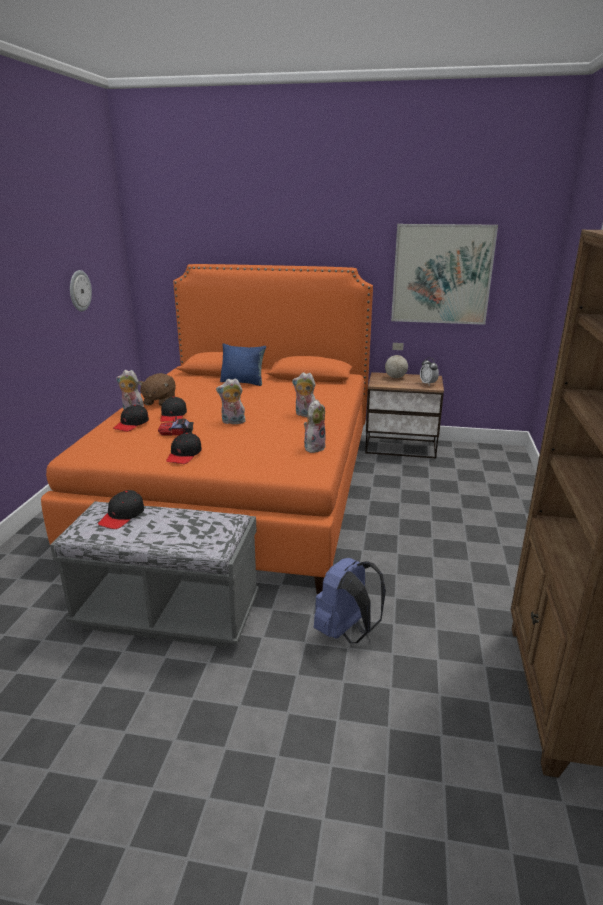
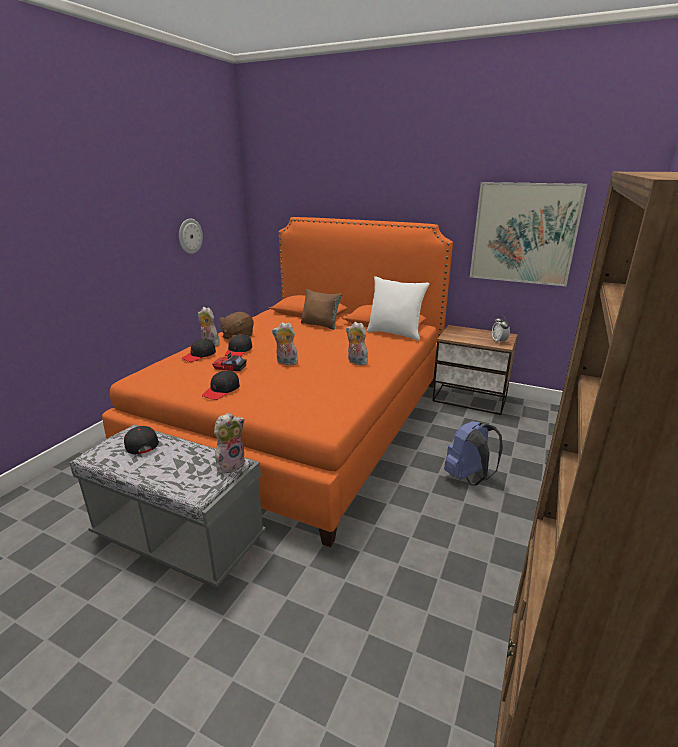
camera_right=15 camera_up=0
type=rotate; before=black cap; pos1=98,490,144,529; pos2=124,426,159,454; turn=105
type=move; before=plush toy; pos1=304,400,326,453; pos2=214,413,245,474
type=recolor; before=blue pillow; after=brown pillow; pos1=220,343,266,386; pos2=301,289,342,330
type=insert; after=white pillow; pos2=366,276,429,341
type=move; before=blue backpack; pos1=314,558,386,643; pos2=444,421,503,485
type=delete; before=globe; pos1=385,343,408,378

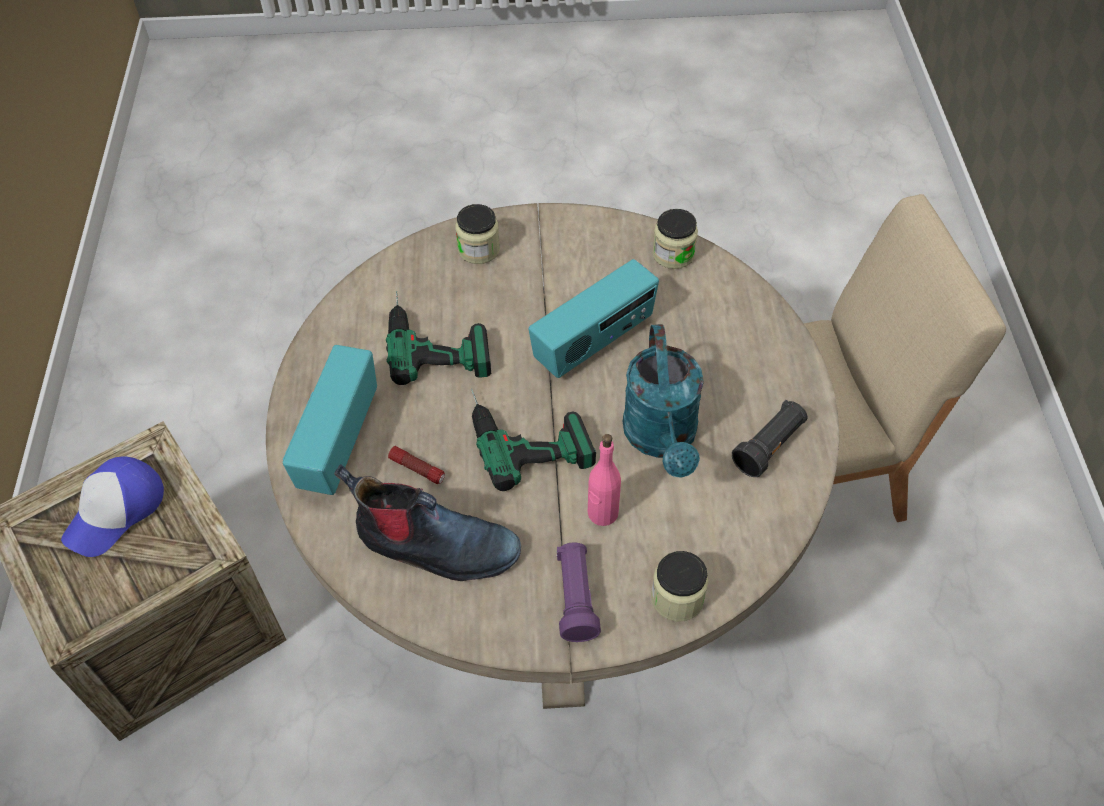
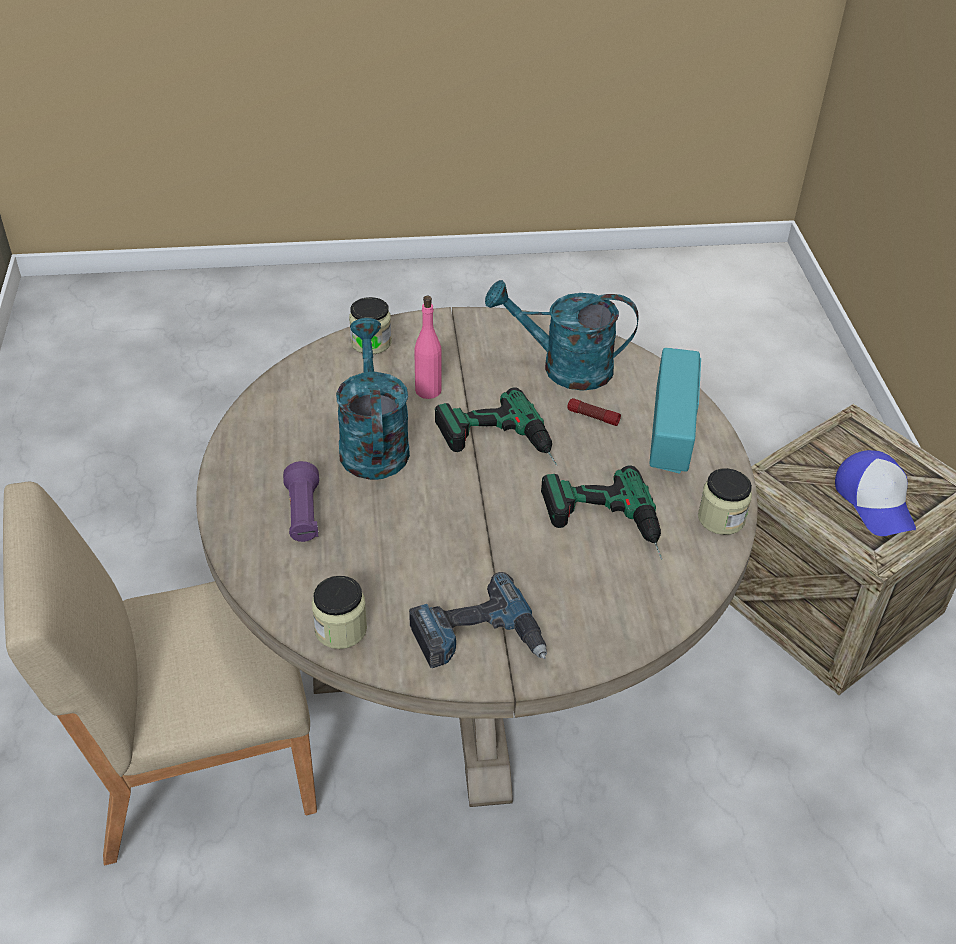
camera_right=175 camera_up=-10
type=move; before=purple flashlight; pos1=556,542,601,642; pos2=283,461,319,542
type=insert; after=power drill; pos2=409,572,547,668
type=replace; before=boot; after=turquoise watering can; pos1=334,464,521,581; pos2=485,280,639,391
type=move; before=jar; pos1=455,204,500,264; pos2=698,468,752,535
type=rotate; before=cap; pos1=61,456,164,557; pos2=835,450,916,536; turn=135
type=delete; before=radio; pos1=529,259,659,378
type=delete; before=black flashlight; pos1=732,400,808,477

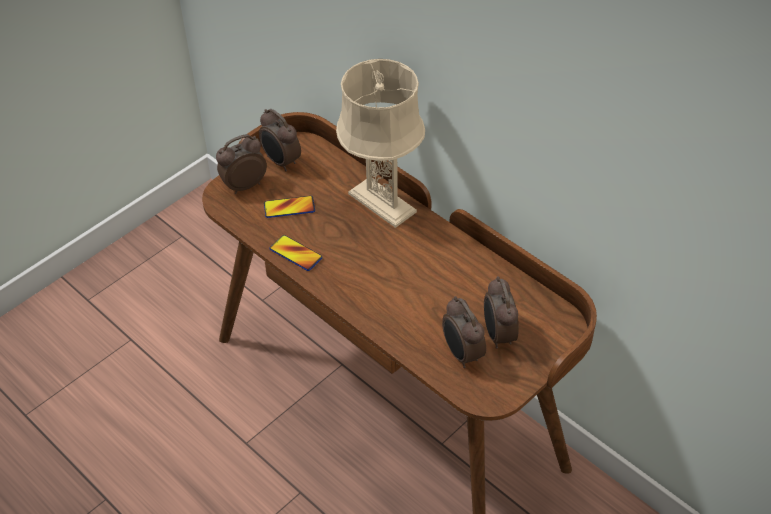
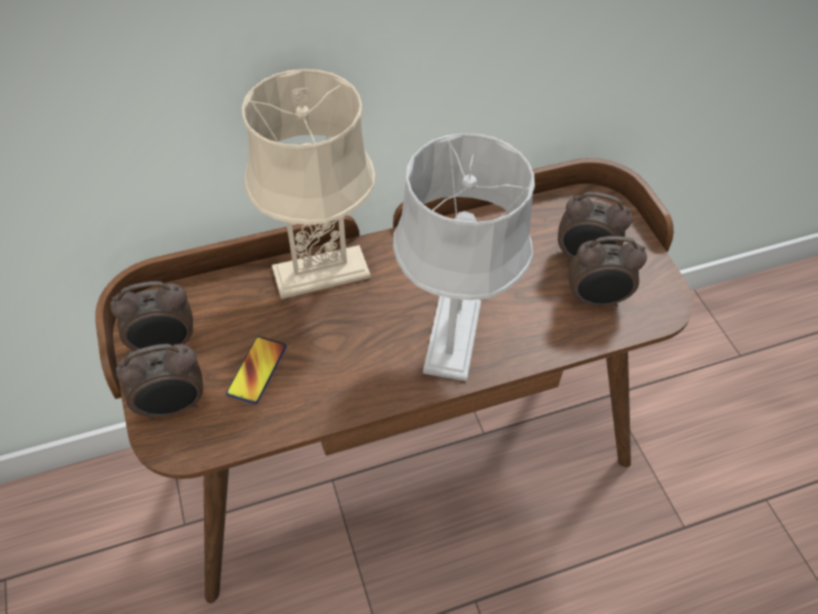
camera_right=-65 camera_up=5
type=rotate; before=alarm clock; pos1=216,134,267,194; pos2=116,344,203,420; turn=-105
type=insert; after=grey table lamp; pos2=393,133,535,381
type=delete; before=phone; pos1=270,235,323,271

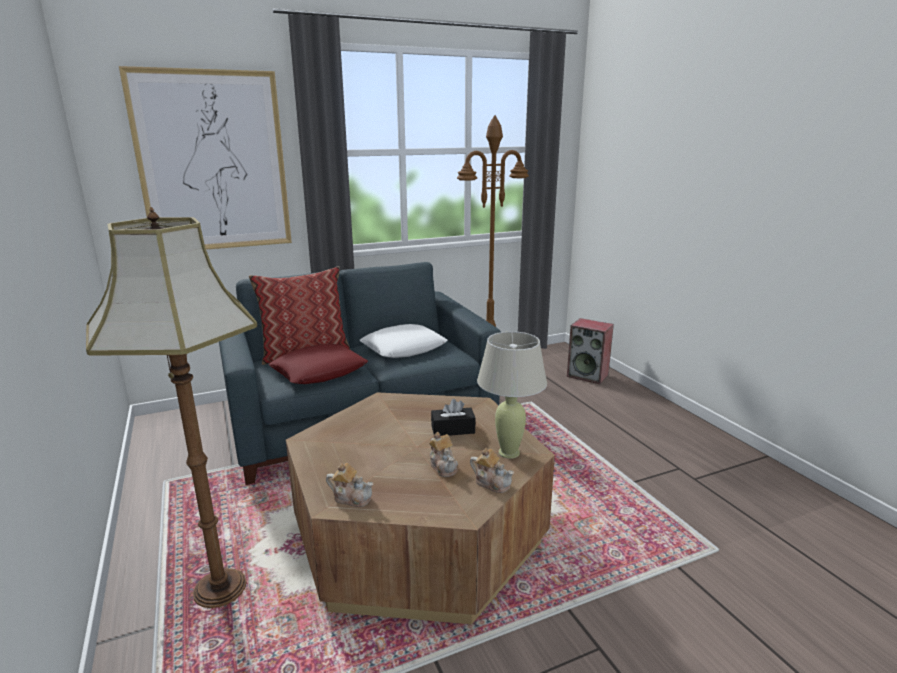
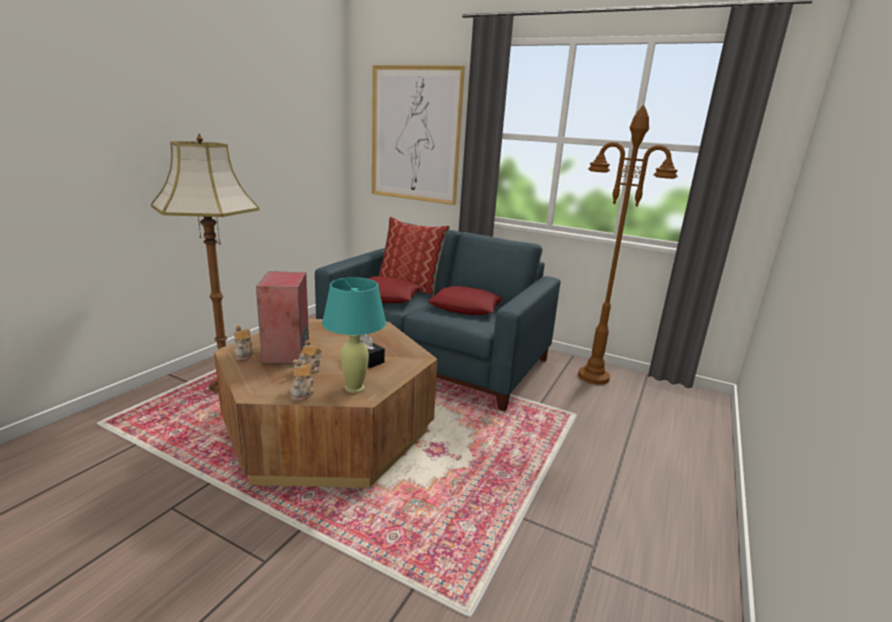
camera_right=50 camera_up=0
type=move; before=speaker; pos1=567,318,614,384; pos2=256,271,309,364
type=recolor; before=beige table lamp; after=turquoise table lamp; pos1=477,332,547,459; pos2=322,277,386,393
type=recolor; before=white pillow; after=red pillow; pos1=359,324,448,358; pos2=428,286,503,315

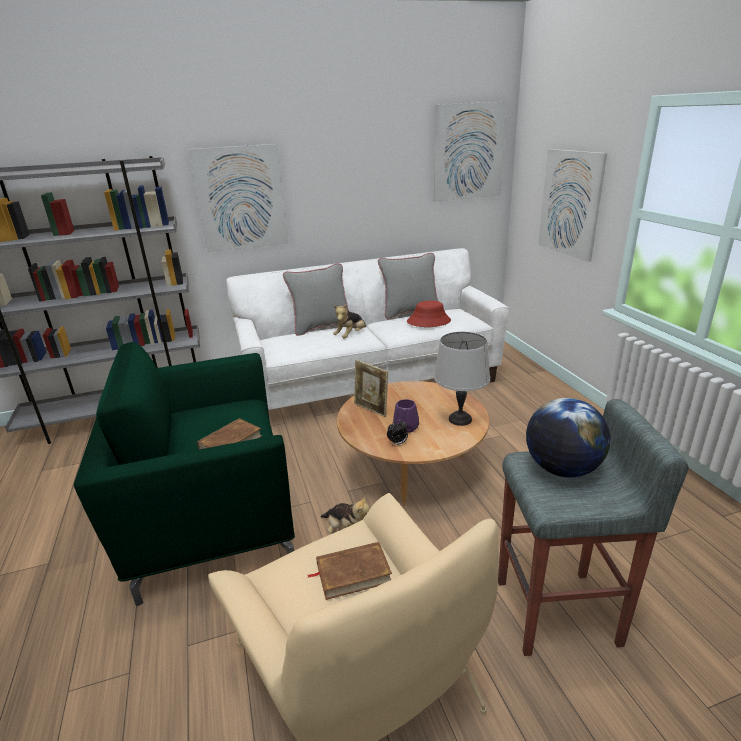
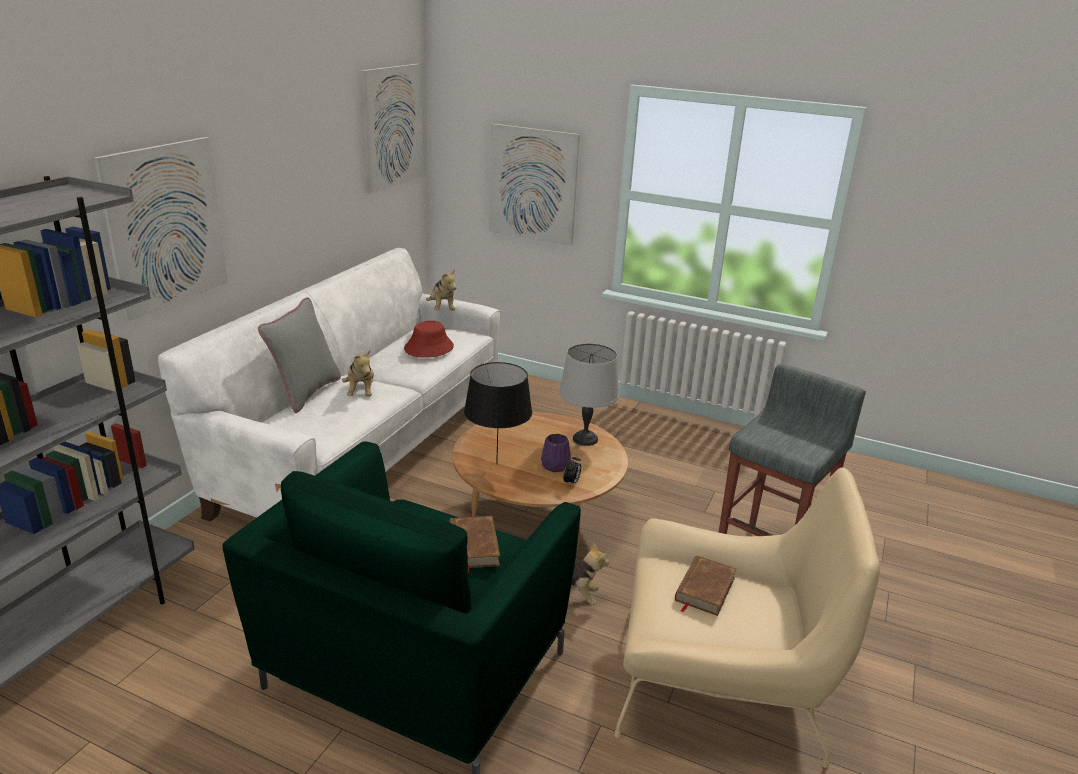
camera_right=-50 camera_up=0
type=insert; after=plush toy; pos2=426,269,456,311
type=replace; before=picture frame; after=black table lamp; pos1=354,360,388,417; pos2=464,362,532,465
type=delete; before=grey pillow; pos1=378,253,438,319
type=delete; before=globe; pos1=526,398,610,477

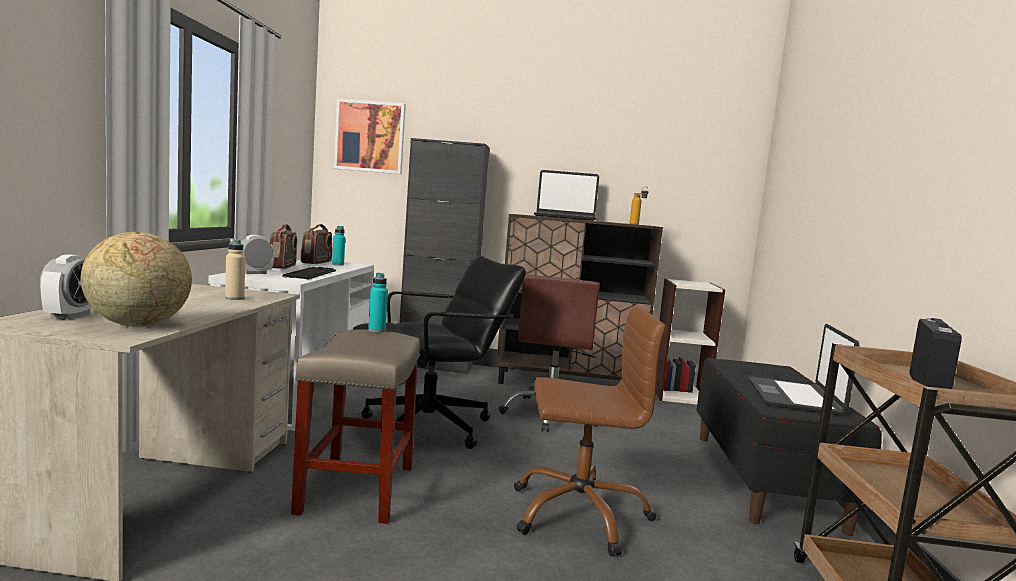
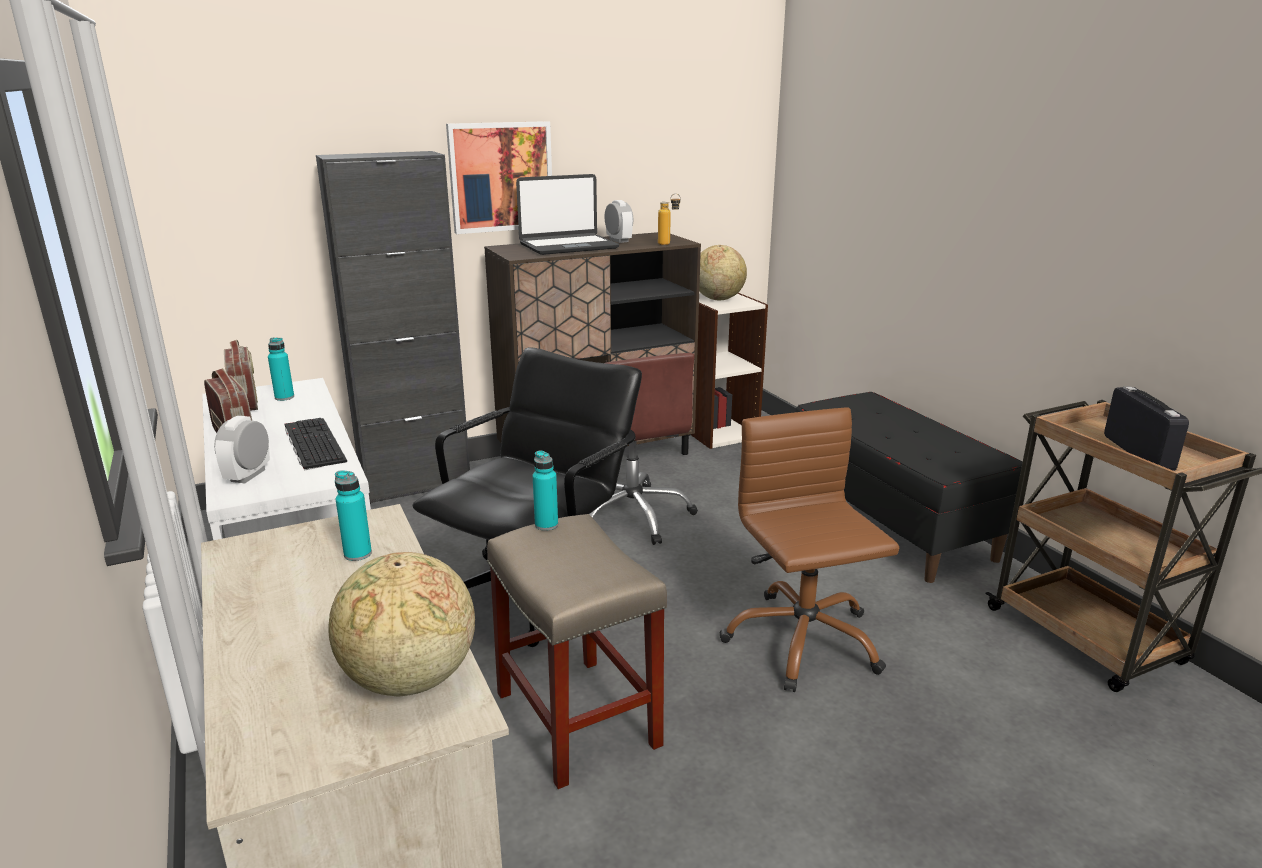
camera_right=-30 camera_up=15
type=recolor; before=beige bottle; after=turquoise bottle; pos1=225,239,245,300; pos2=335,470,372,561
type=move; before=picture; pos1=334,98,406,174; pos2=446,121,552,234
type=move; before=alarm clock; pos1=40,255,92,320; pos2=604,200,633,243
type=insert; after=globe; pos2=699,245,747,300
type=rotate; before=brown office chair; pos1=514,305,666,556; pos2=720,407,899,692; turn=-75
type=delete; before=laptop; pos1=749,324,859,415

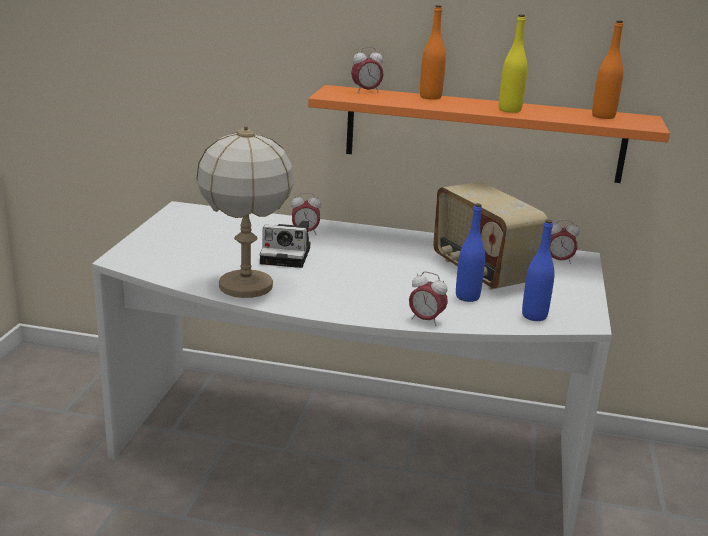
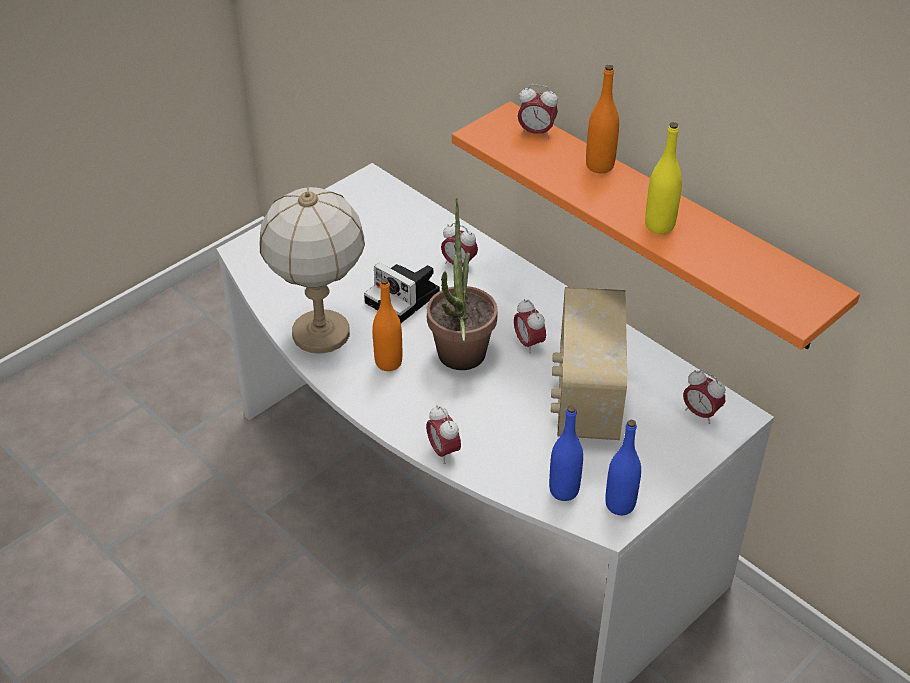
camera_right=35 camera_up=20
type=move; before=orange bottle; pos1=592,20,623,119; pos2=373,278,402,371
type=insert; after=potted plant; pos2=427,198,498,370
type=insert; after=alarm clock; pos2=514,299,546,354
type=move; before=blue bottle; pos1=456,203,485,302; pos2=605,419,641,515

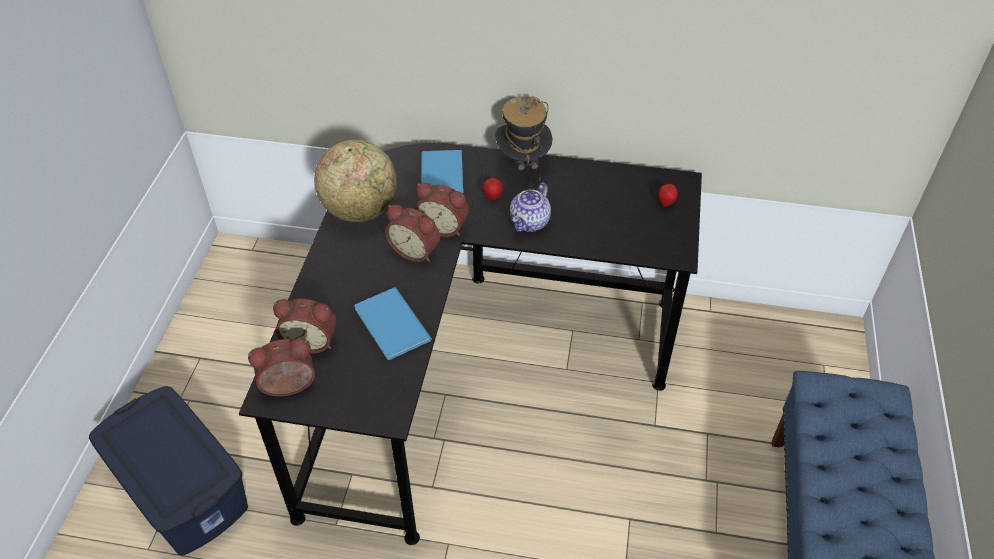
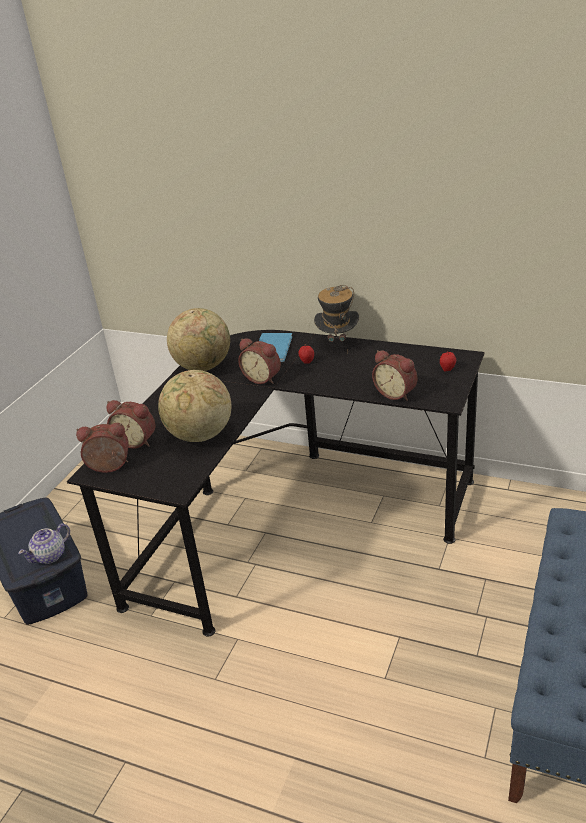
camera_right=15 camera_up=-15
type=move; before=teapot; pos1=510,183,551,232; pos2=18,524,70,564
type=replace; before=blue book; after=globe; pos1=354,287,432,360; pos2=158,370,231,442
type=move; before=alarm clock; pos1=385,205,440,262; pos2=372,350,417,401

